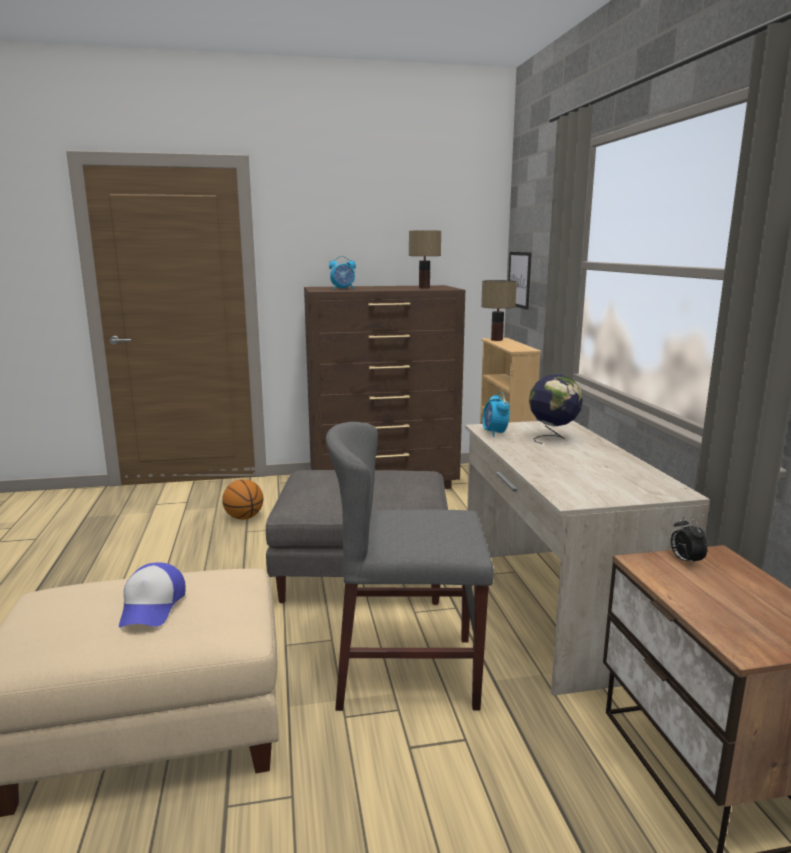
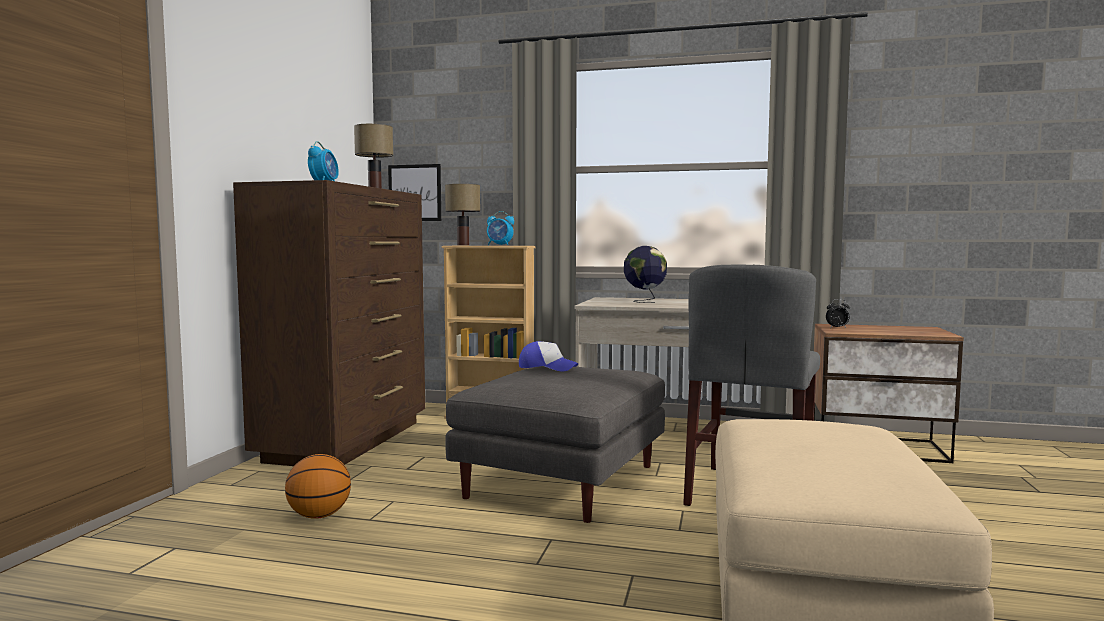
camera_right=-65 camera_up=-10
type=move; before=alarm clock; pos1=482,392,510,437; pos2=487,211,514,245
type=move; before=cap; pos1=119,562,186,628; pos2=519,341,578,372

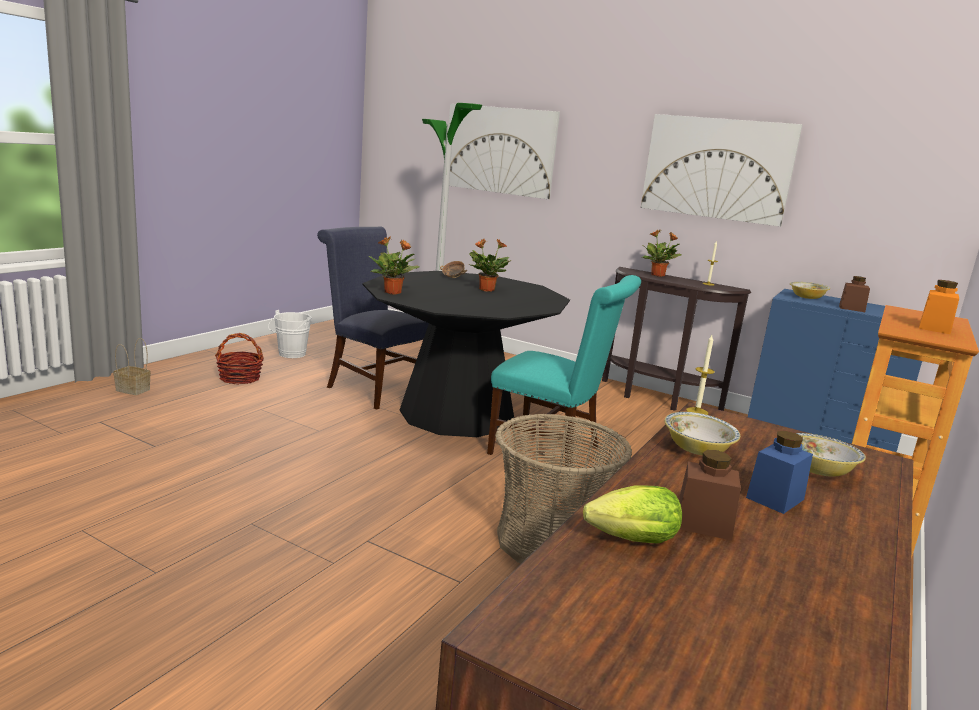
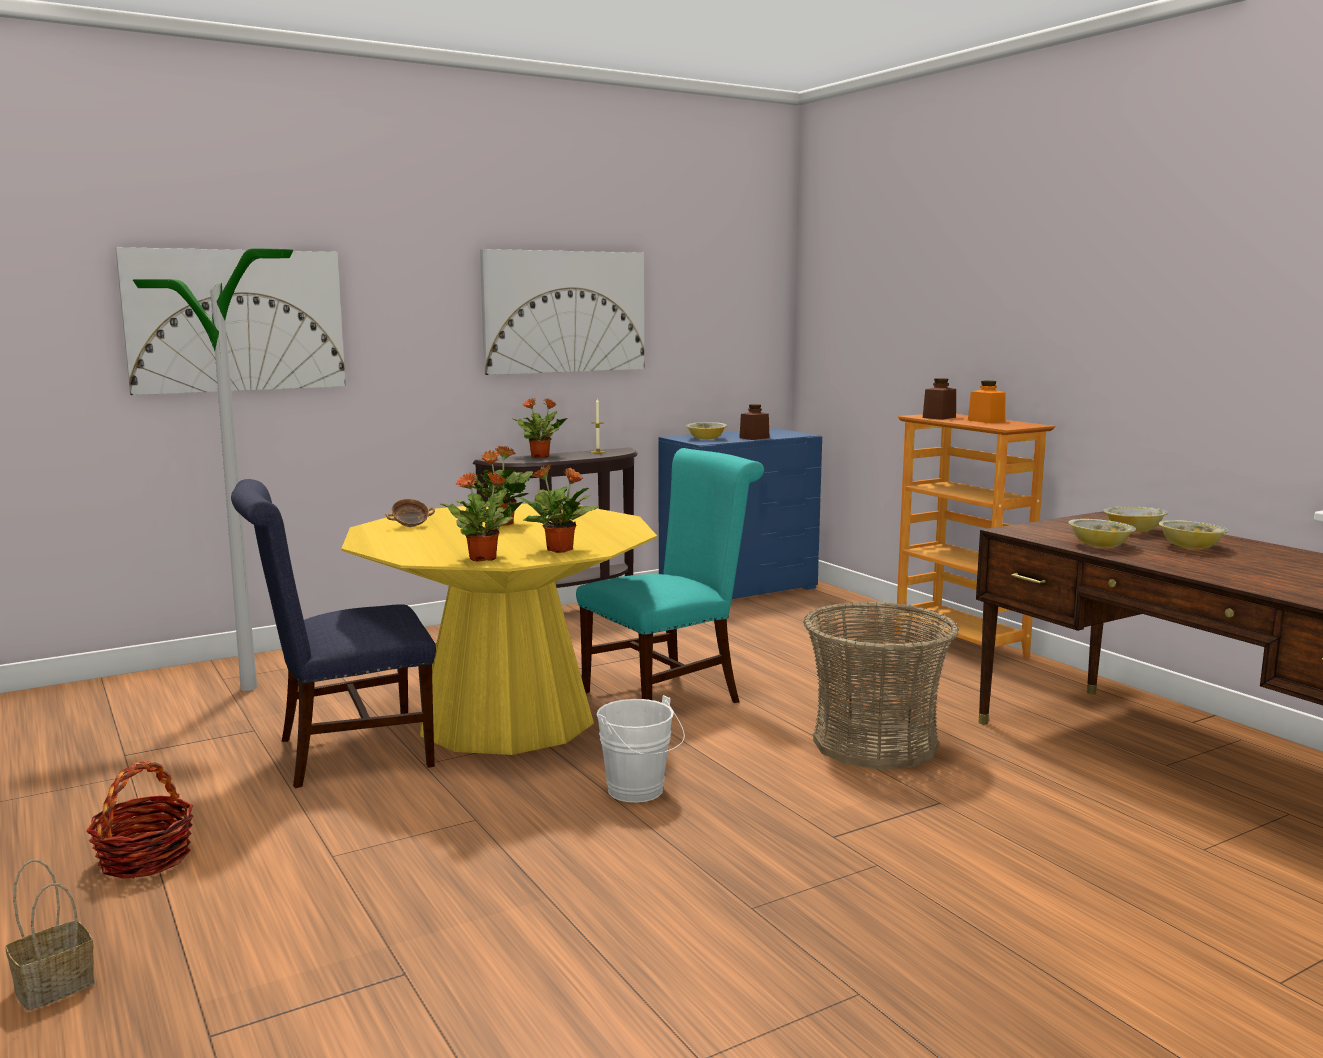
camera_right=-60 camera_up=-5
type=recolor; before=black dining table; after=yellow dining table; pos1=363,271,570,437; pos2=341,504,657,755
type=insert; after=potted plant; pos2=519,464,599,553
type=move; before=white bucket; pos1=268,310,312,358; pos2=596,695,685,803
type=move; before=brown jar; pos1=679,450,741,541; pos2=923,378,956,420
type=replace; before=blue jar; after=bowl; pos1=746,431,813,514; pos2=1158,520,1228,549
type=delete; before=lettuce; pos1=583,485,682,544
type=delete; before=candle; pos1=686,335,715,415

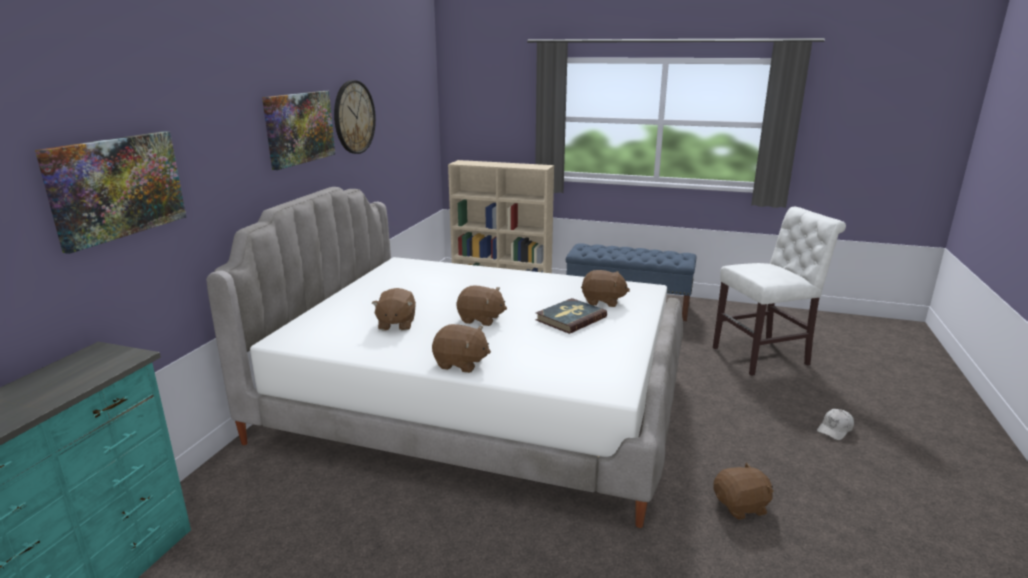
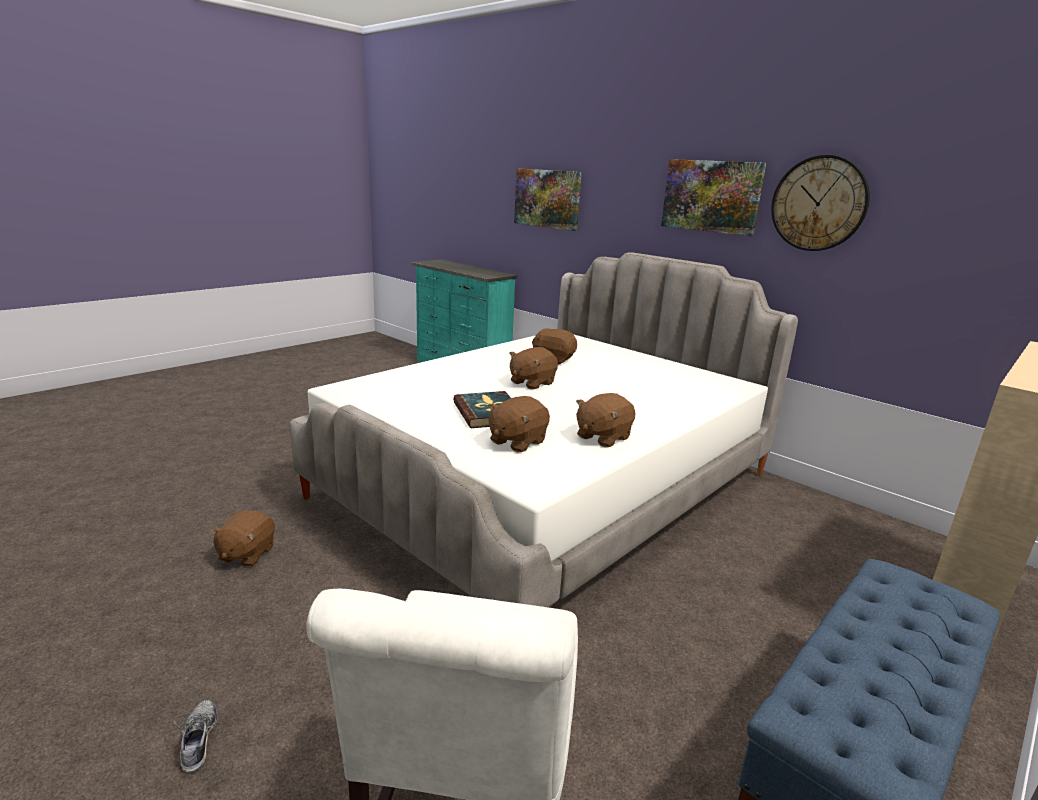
camera_right=115 camera_up=0
type=replace; before=white cap; after=shoe; pos1=817,409,854,440; pos2=173,700,220,773
type=move; before=brown plush toy; pos1=432,324,491,373; pos2=576,393,635,447

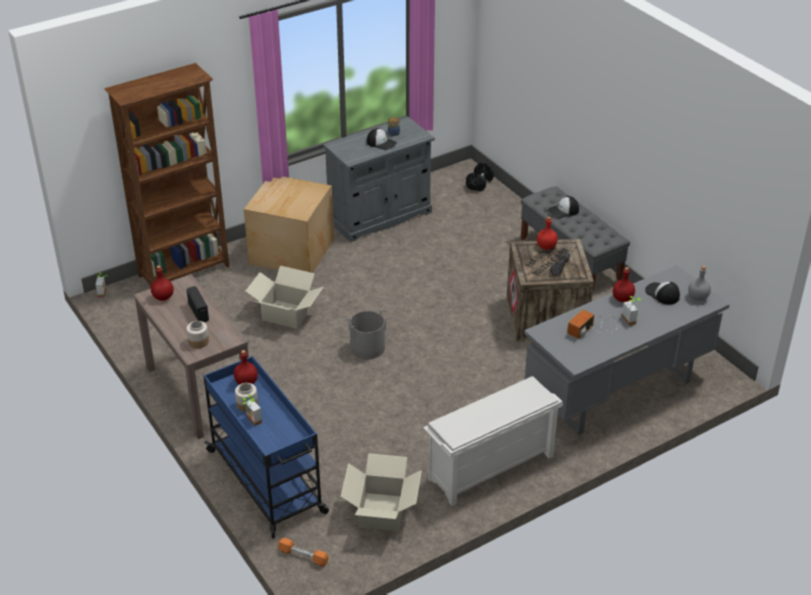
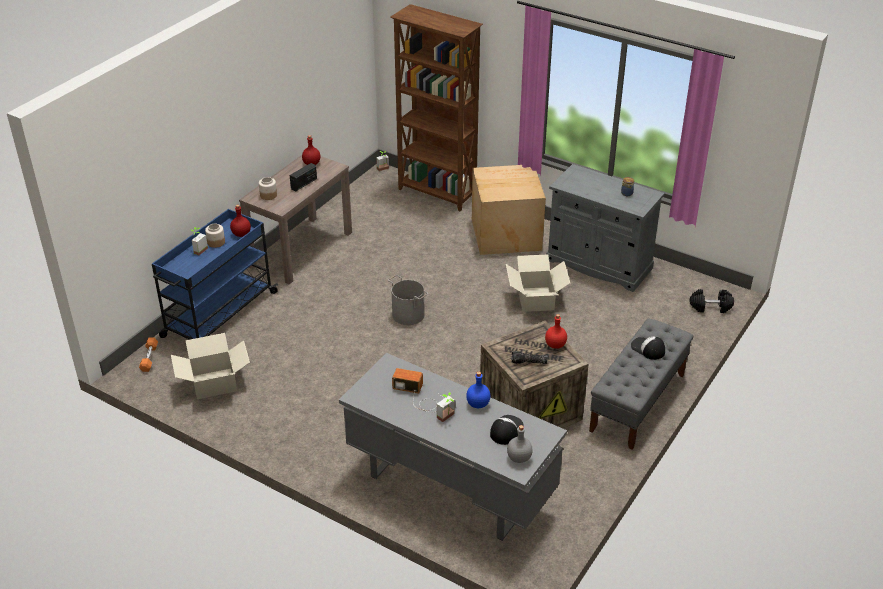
camera_right=65 camera_up=0
type=recolor; before=red bottle; after=blue bottle; pos1=613,267,635,302; pos2=466,372,491,408
type=move; before=cardboard box; pos1=246,266,323,329; pos2=506,254,570,312
type=delete; before=cap; pos1=367,128,397,150
type=delete; before=white shoe rack; pos1=423,376,563,506

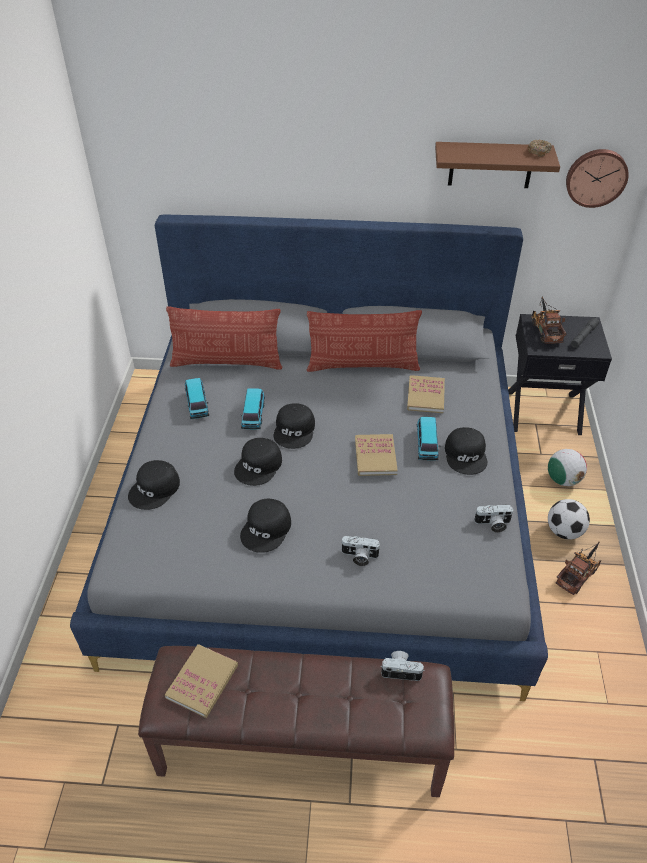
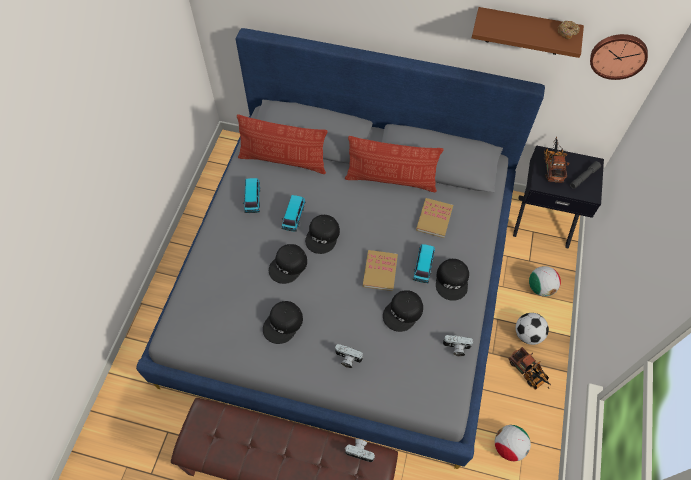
camera_right=10 camera_up=15
type=move; before=black cap; pos1=128,460,180,510; pos2=383,290,423,332
type=insert; after=football; pos2=495,425,531,461
type=rotate; before=toy truck; pos1=556,542,601,595; pos2=509,347,551,390; turn=90
type=delete; before=book; pos1=165,644,238,718

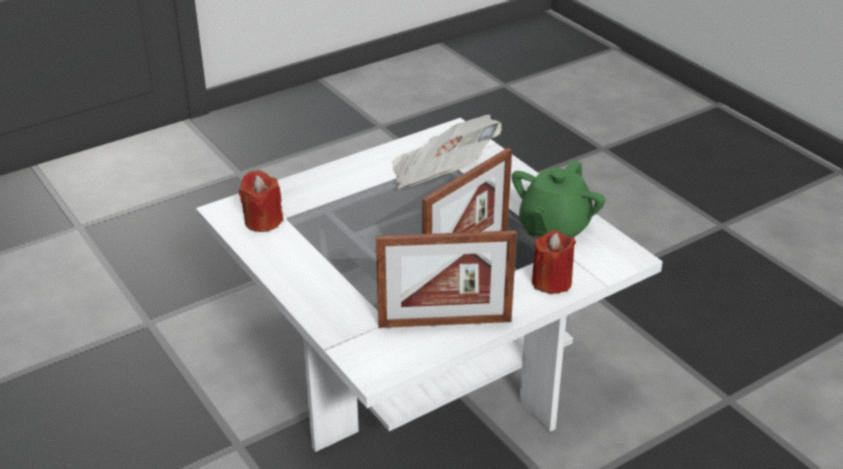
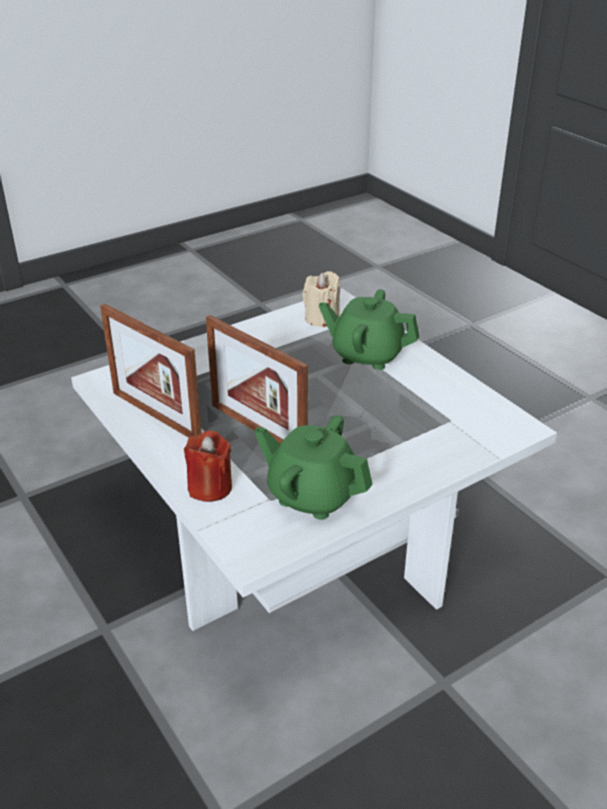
camera_right=90 camera_up=0
type=rotate; before=picture frame; pos1=376,230,517,328; pos2=100,304,202,438; turn=-45
type=recolor; before=red candle; after=beige candle; pos1=239,170,283,232; pos2=302,271,340,328
type=insert; after=green teapot; pos2=319,289,420,370
type=delete; before=newspaper; pos1=392,115,502,189

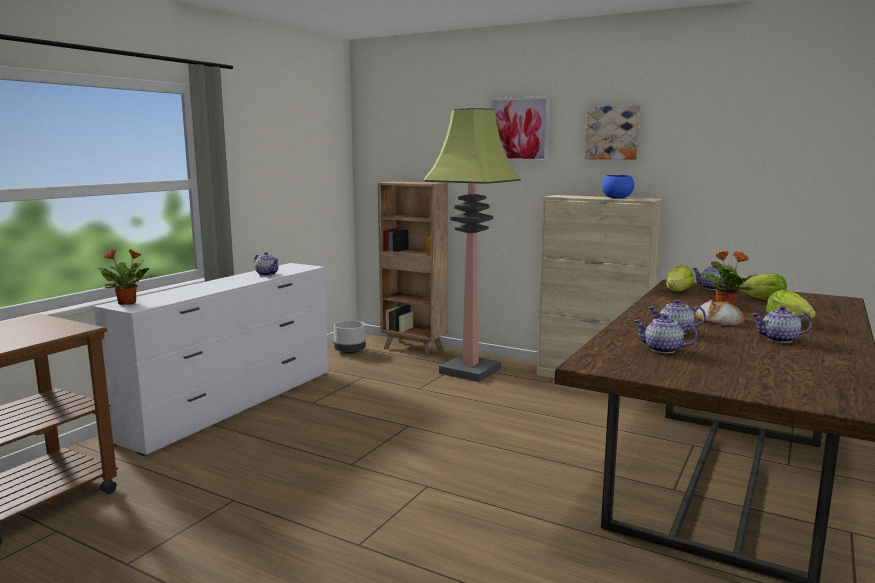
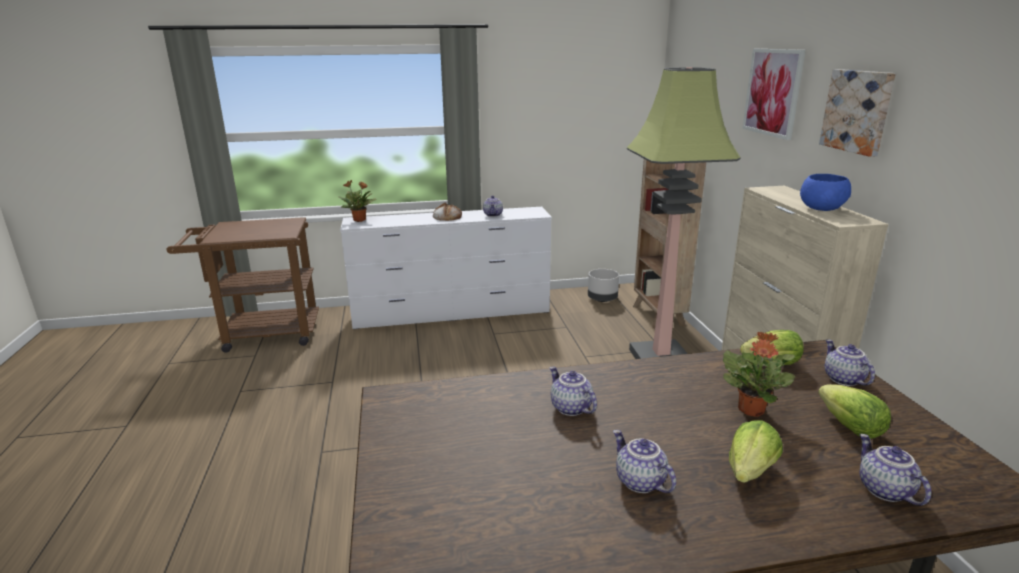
camera_right=50 camera_up=10
type=move; before=bread; pos1=695,299,745,326; pos2=433,203,462,221
type=move; before=teapot; pos1=634,314,697,353; pos2=859,434,931,506

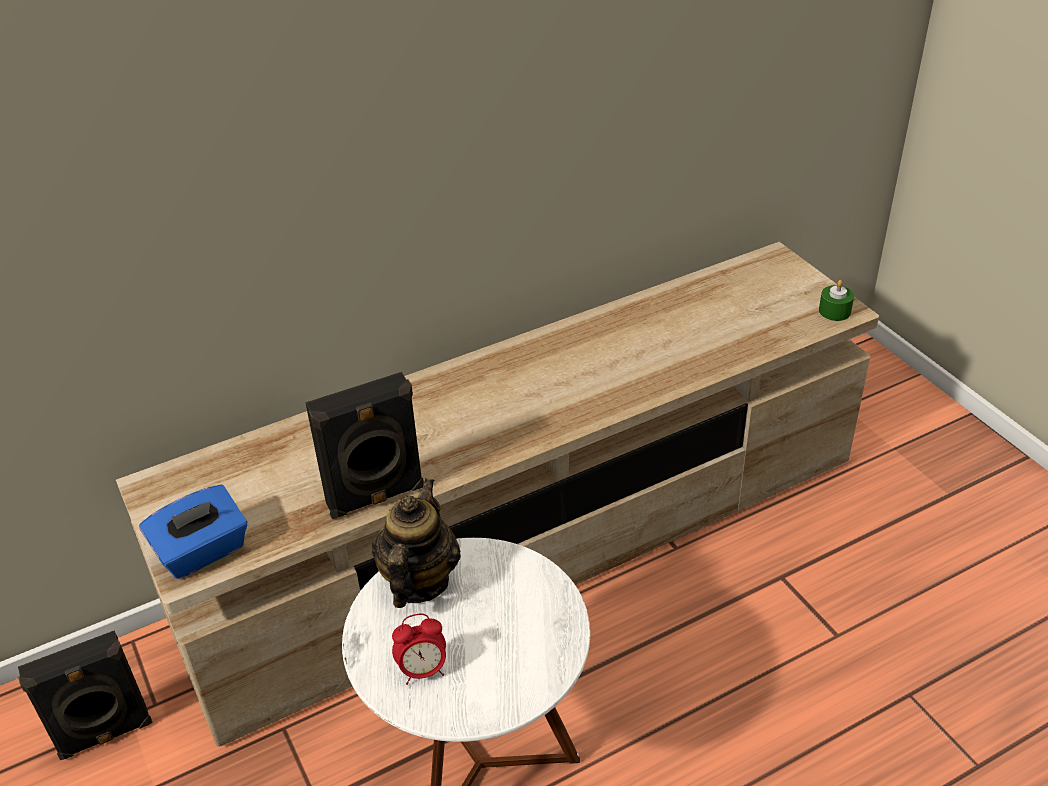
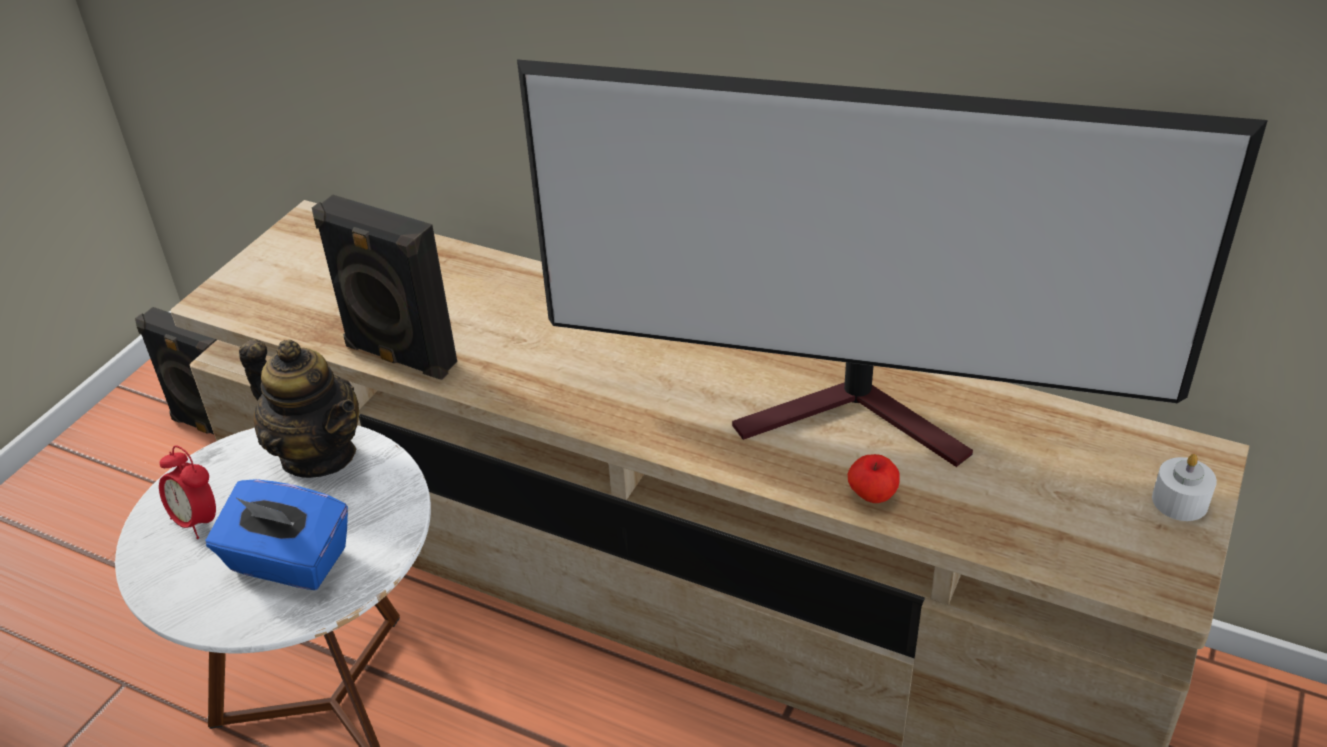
camera_right=55 camera_up=0
type=move; before=blue tissue box; pos1=139,485,247,579; pos2=206,479,348,590
type=rotate; before=teapot; pos1=372,478,461,608; pos2=239,339,359,478; turn=60
type=insert; after=television; pos2=517,59,1268,467
type=insert; after=apple; pos2=847,454,900,503
type=insert; after=white candle; pos2=1152,454,1217,521
type=delete; before=green candle; pos1=819,280,854,321

